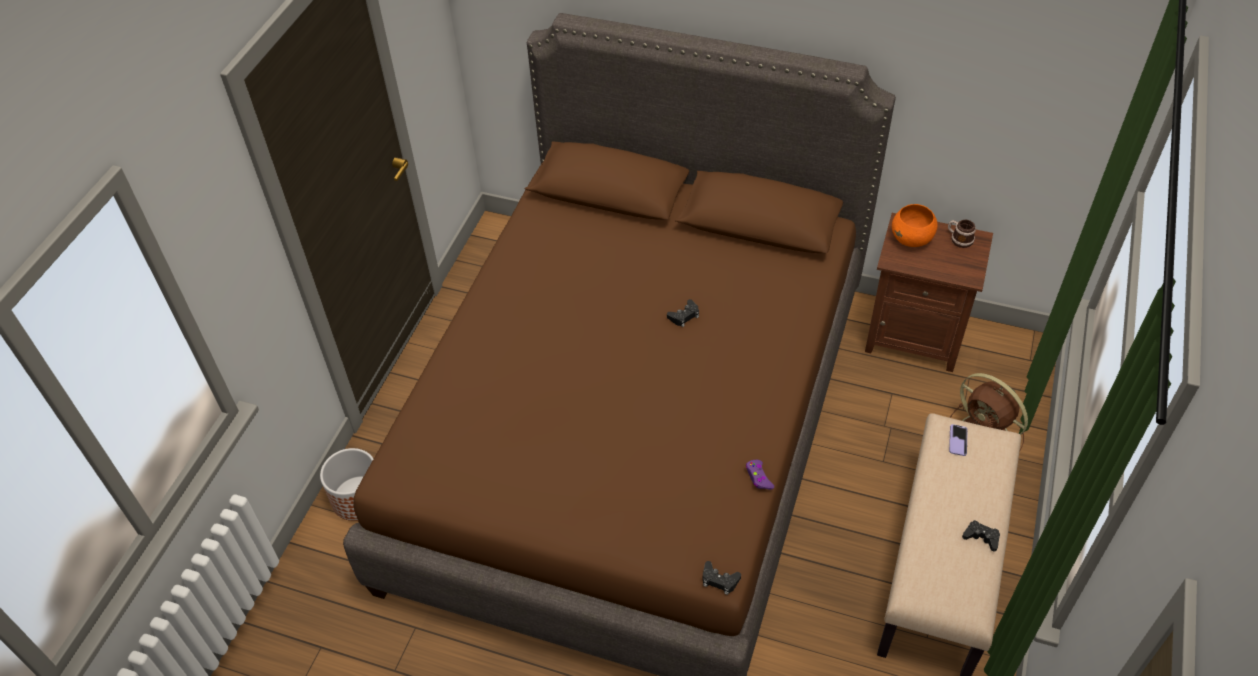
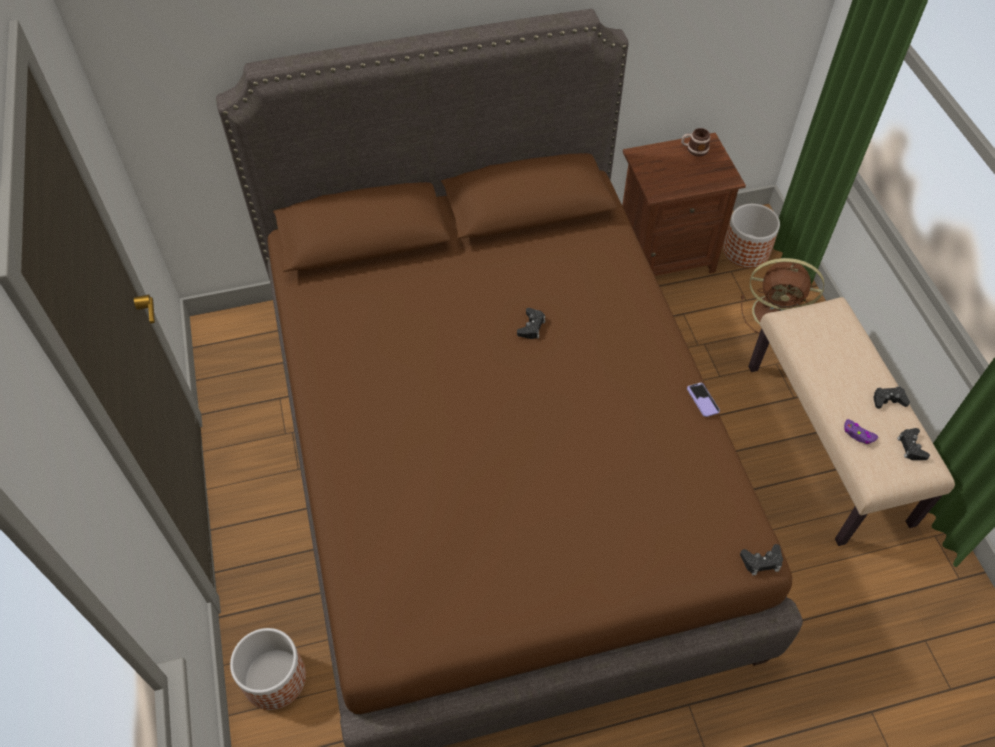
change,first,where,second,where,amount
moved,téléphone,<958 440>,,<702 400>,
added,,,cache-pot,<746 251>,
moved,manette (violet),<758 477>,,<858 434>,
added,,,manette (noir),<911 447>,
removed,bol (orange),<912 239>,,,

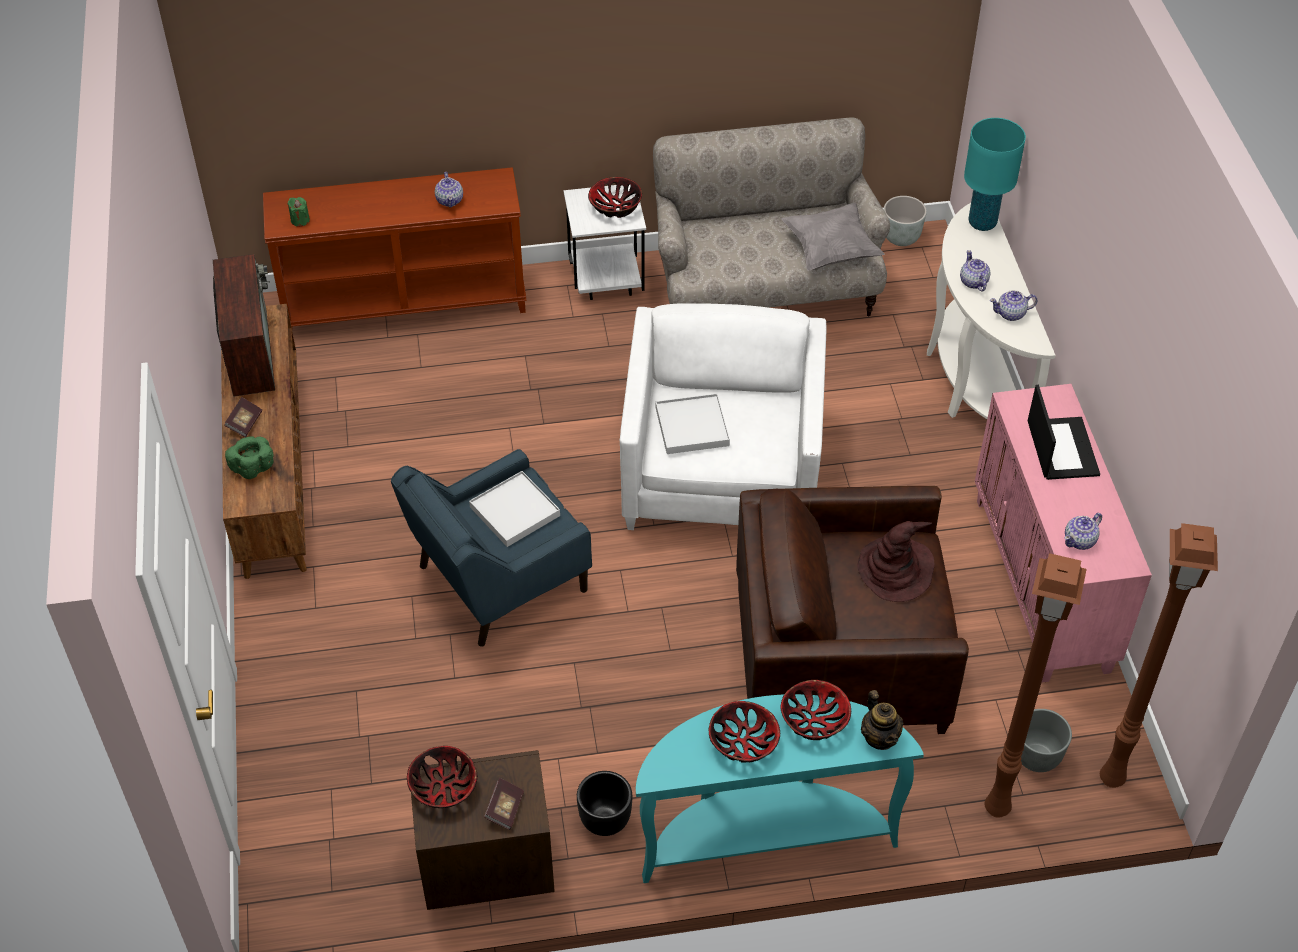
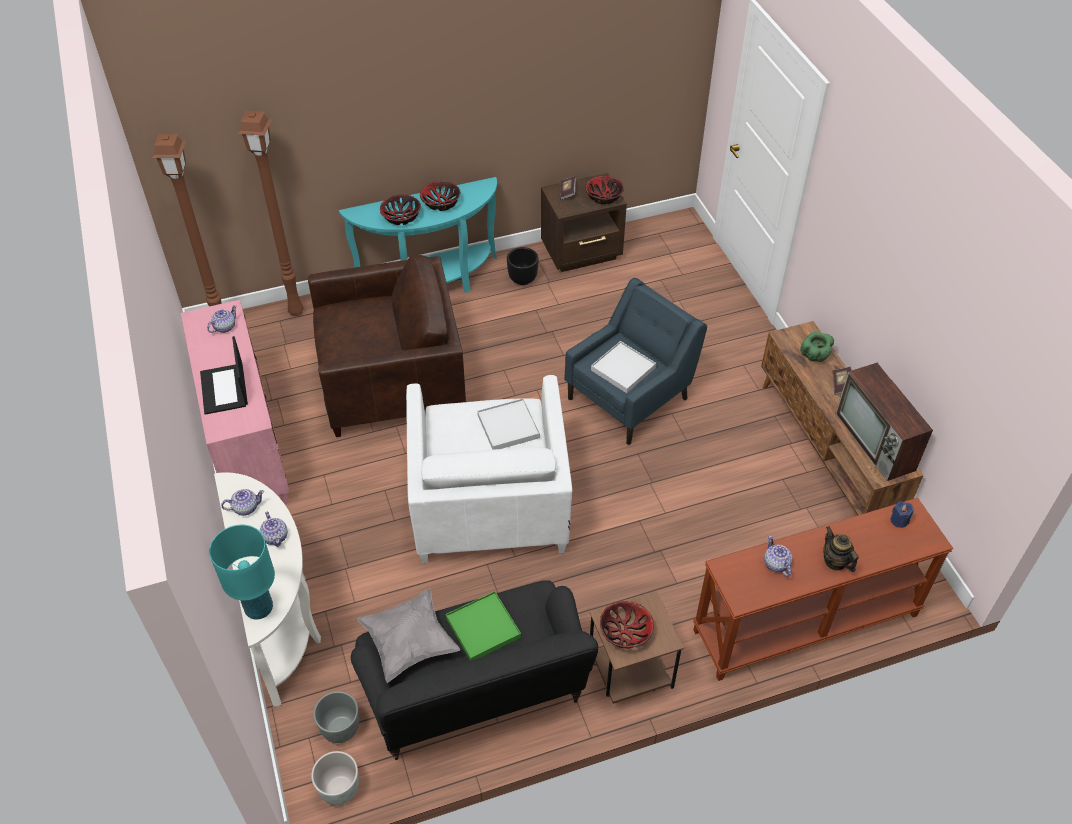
change,first,where,second,where,amount
moved,cache-pot (gris),<1037 758>,,<340 728>,
recoloured,canapé (beige),<765 289>,canapé (noir),<475 693>,
added,,,plateau (vert),<483 628>,
recoloured,table d'appoint (blanc),<606 282>,table d'appoint (marron),<629 678>,
moved,théière,<880 737>,,<835 561>,
recoloured,bougie (vert),<300 220>,bougie (bleu),<899 520>,
removed,chapeau (marron),<895 570>,,,

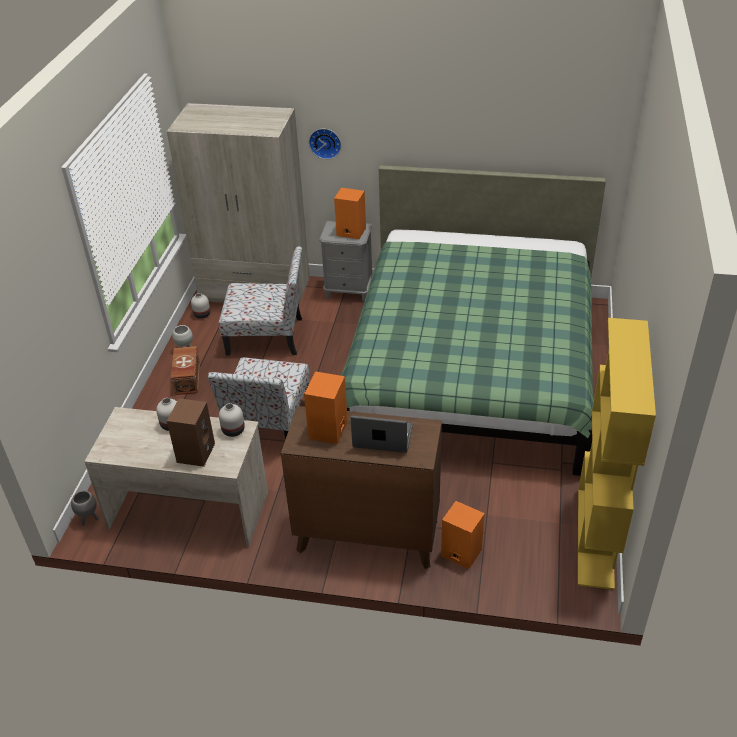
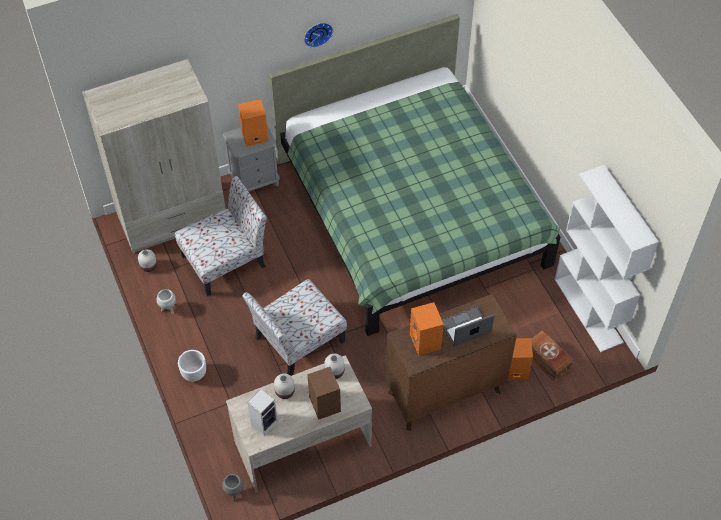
change,first,where,second,where,amount
added,,,cache-pot (blanc),<194 374>,
turned,chaise,<267 423>,,<297 341>,75 degrees clockwise
added,,,enceinte,<264 422>,
moved,horloge murale,<325 142>,,<317 33>,
moved,boîte de rangement (marron),<186 379>,,<547 362>,
recoloured,bibliothèque (jaune),<596 537>,bibliothèque (blanc),<589 311>,

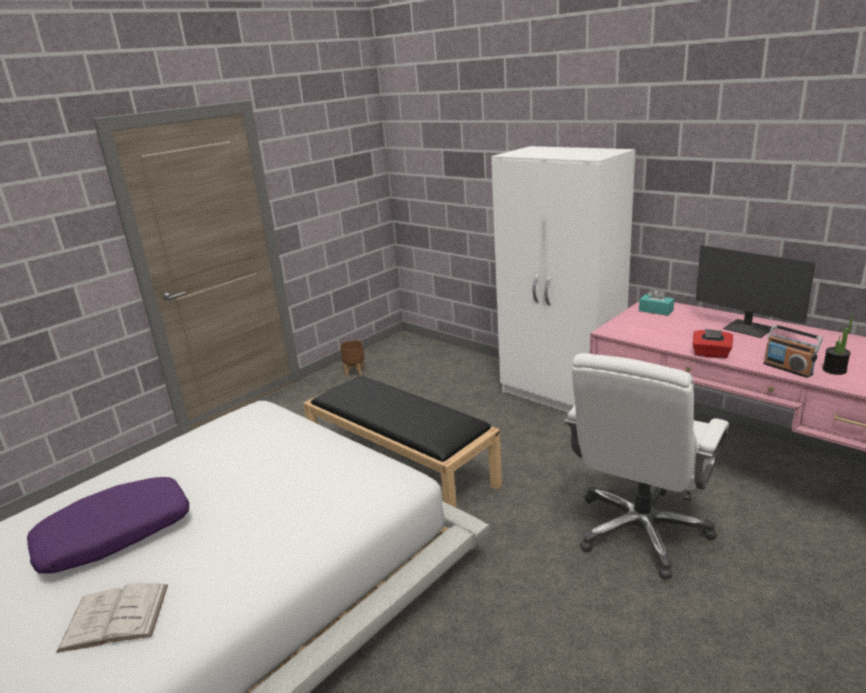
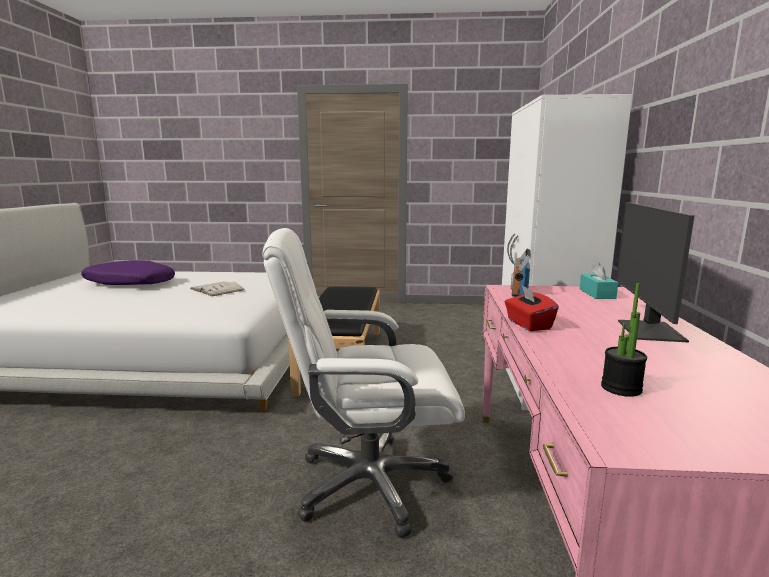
change,first,where,second,where,amount
moved,livre (blanc),<115 617>,,<217 289>,
moved,radio,<788 368>,,<519 291>,
removed,cache-pot (marron),<355 372>,,,

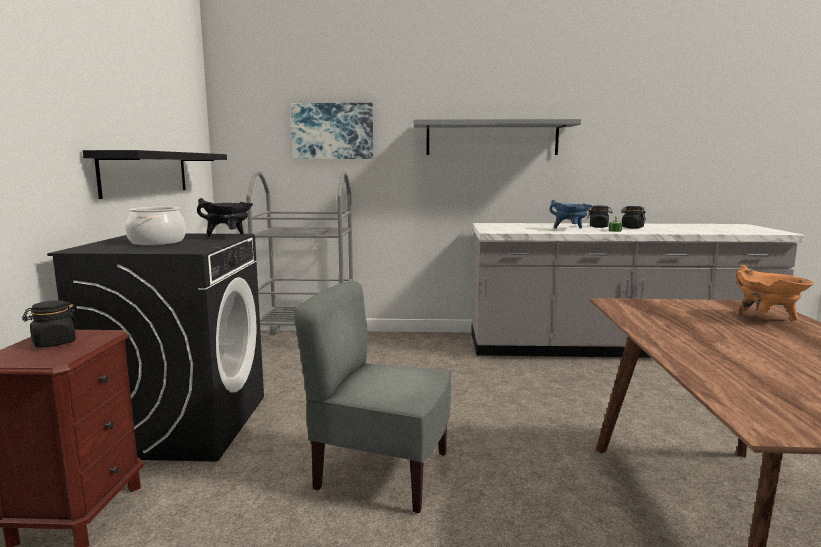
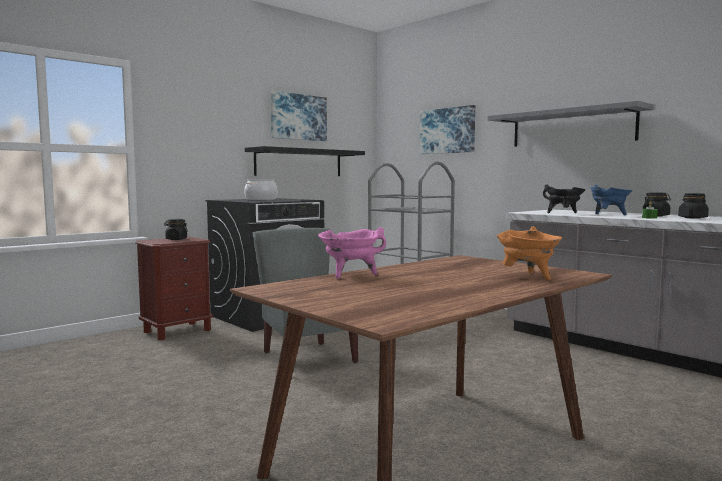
change,first,where,second,where,amount
added,,,tableau,<298 117>,
added,,,marmite (rose),<350 275>,
moved,marmite (noir),<228 236>,,<563 213>,

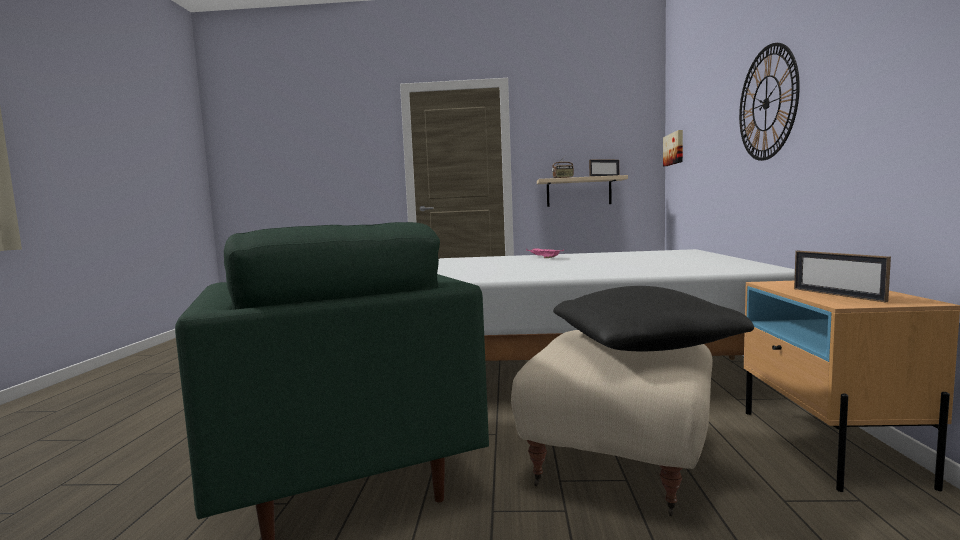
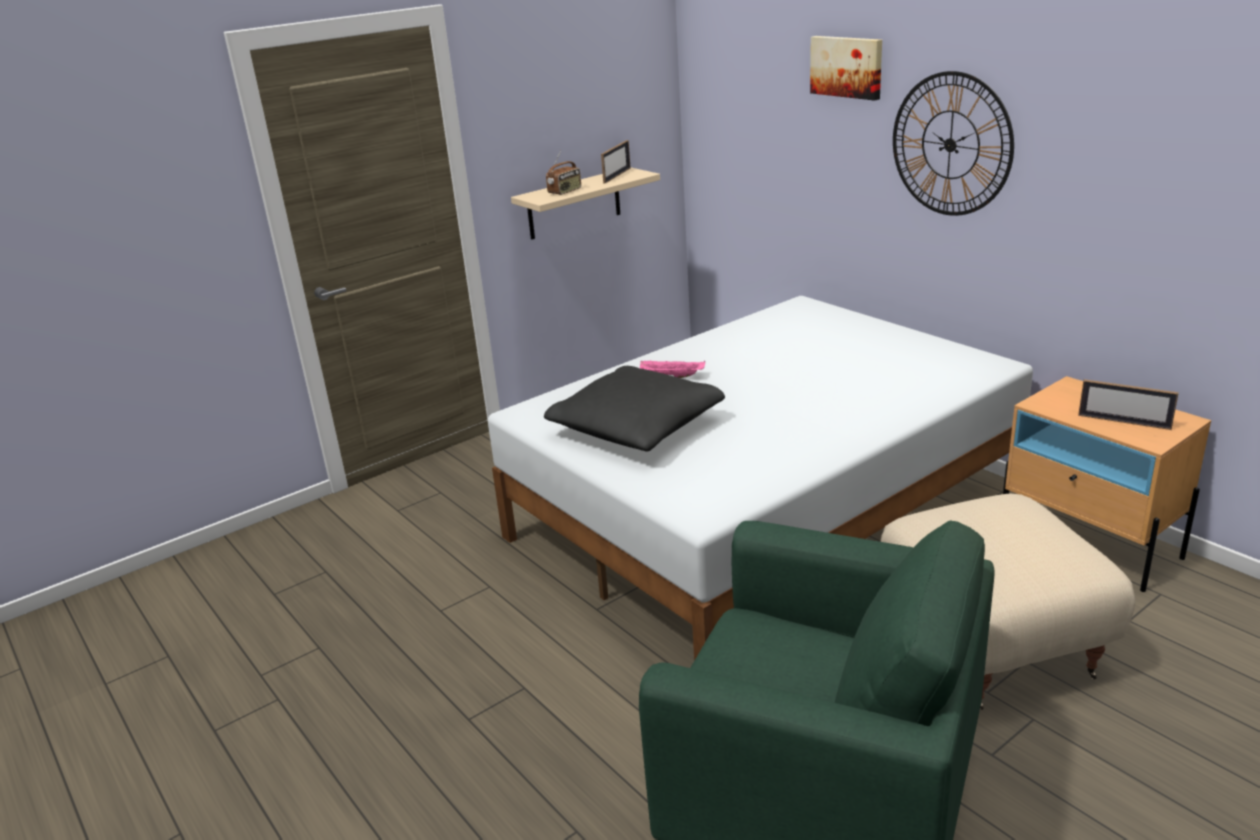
change,first,where,second,where,amount
moved,coussin (noir),<642 344>,,<637 428>,
moved,tableau,<674 148>,,<847 66>,

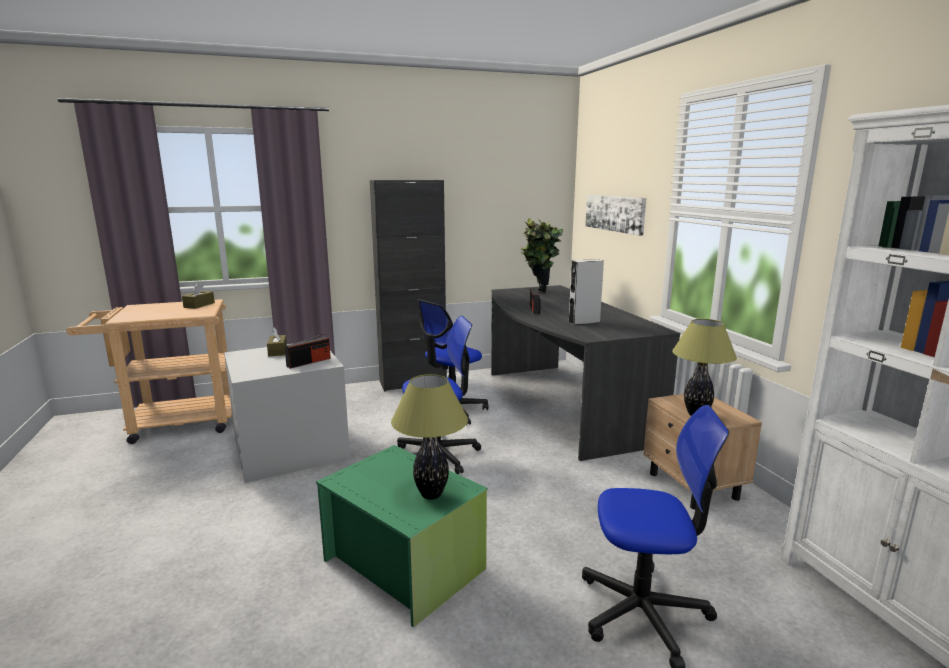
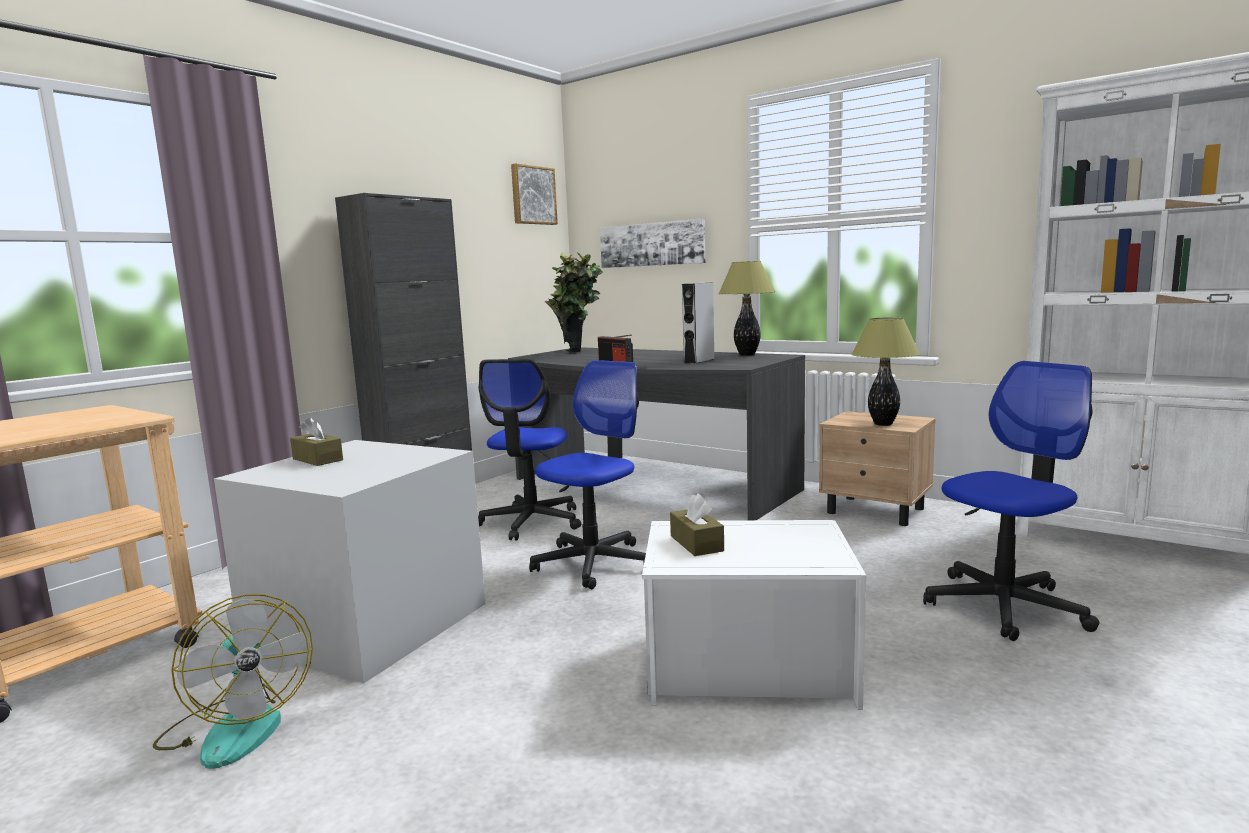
change,first,where,second,where,amount
added,,,ventilateur,<236 727>,
added,,,tableau,<532 195>,
recoloured,boîte de rangement (vert),<405 563>,boîte de rangement (blanc),<747 665>,
moved,boîte à mouchoirs (marron),<199 305>,,<696 543>,
moved,lampe de table,<431 494>,,<746 355>,
removed,radio,<309 362>,,,

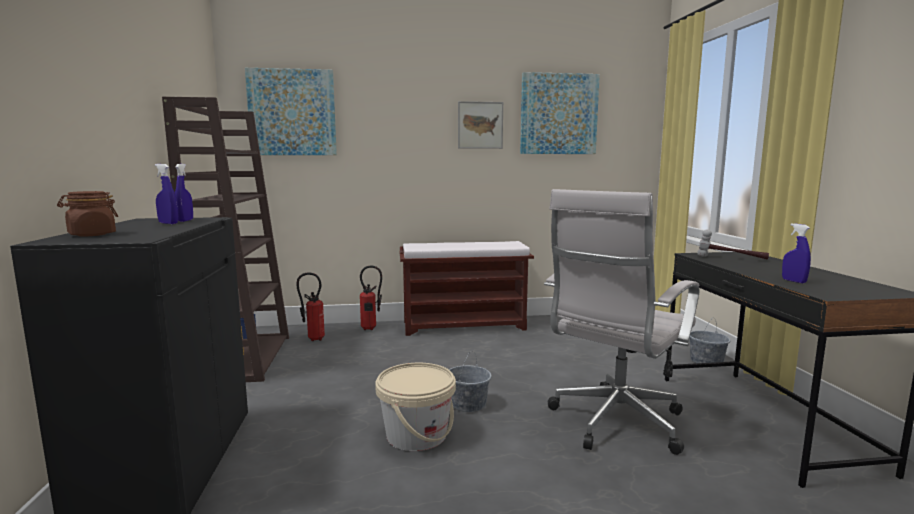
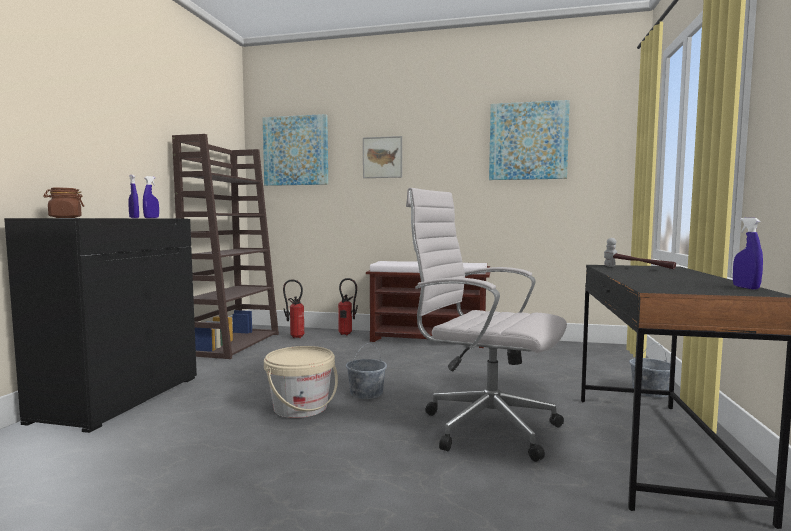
change,first,where,second,where,amount
moved,tableau,<480 125>,,<382 157>,
turned,chaise de bureau (blanc),<614 424>,,<483 426>,60 degrees clockwise
moved,vaporisateur (bleu),<793 281>,,<745 287>,

